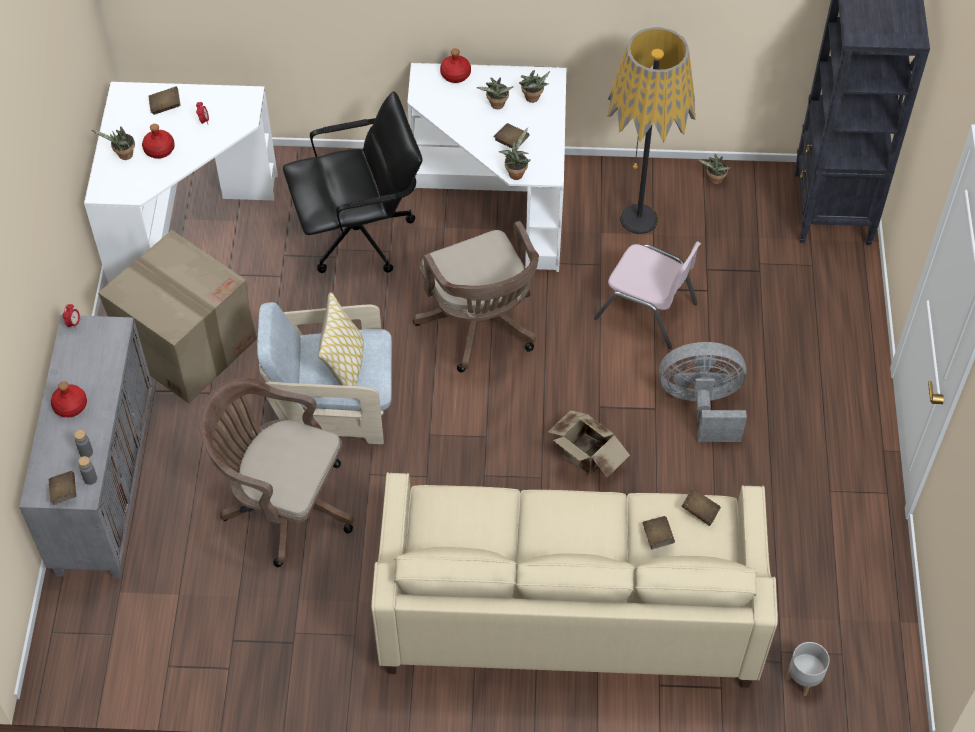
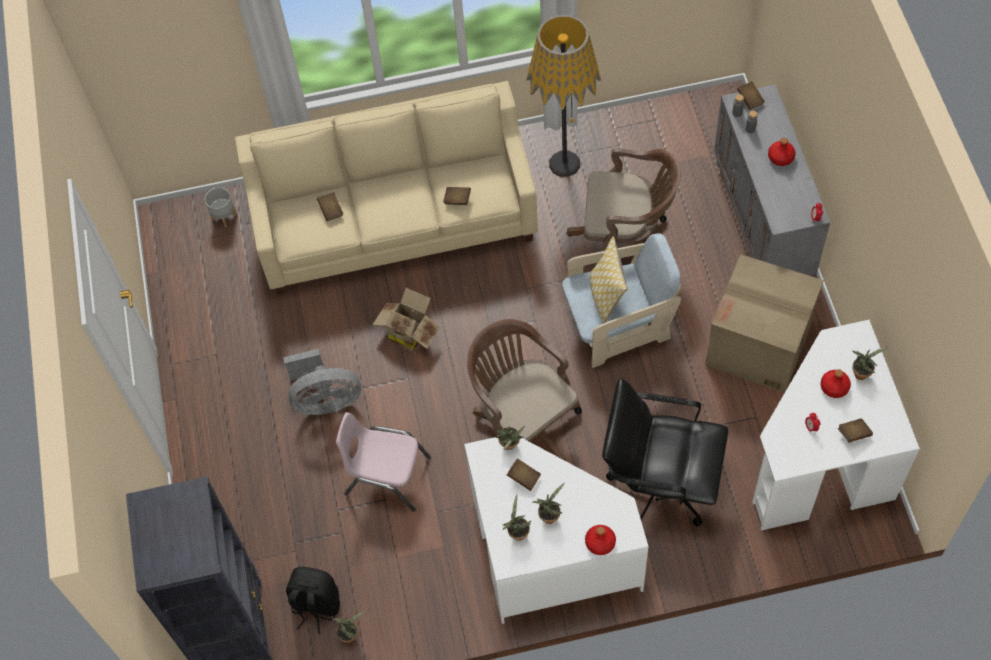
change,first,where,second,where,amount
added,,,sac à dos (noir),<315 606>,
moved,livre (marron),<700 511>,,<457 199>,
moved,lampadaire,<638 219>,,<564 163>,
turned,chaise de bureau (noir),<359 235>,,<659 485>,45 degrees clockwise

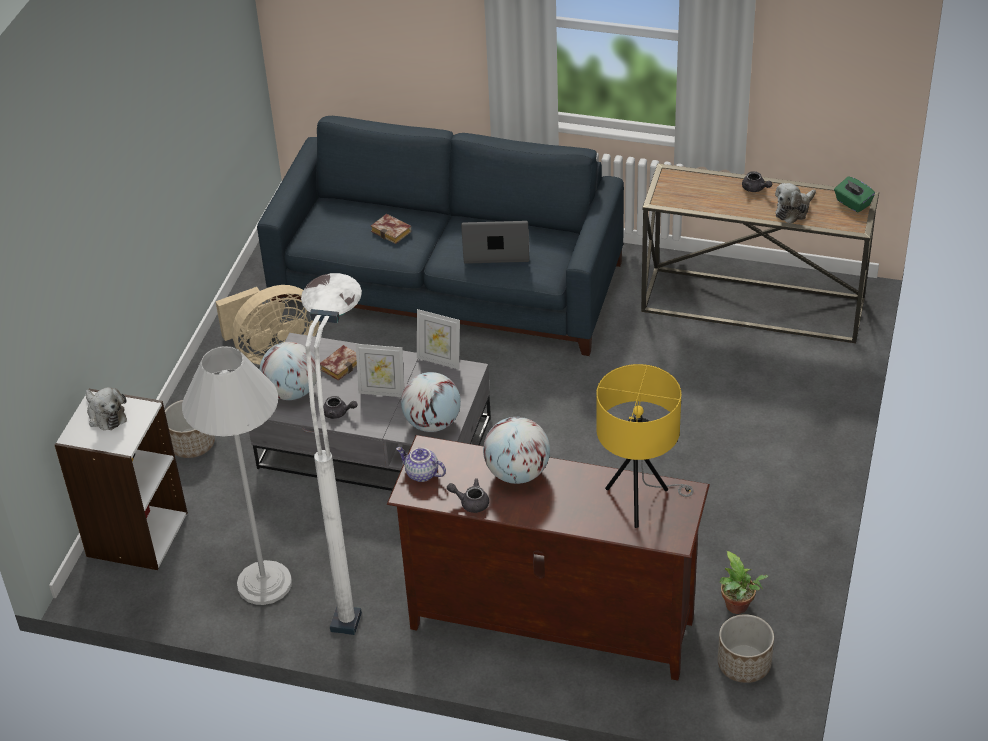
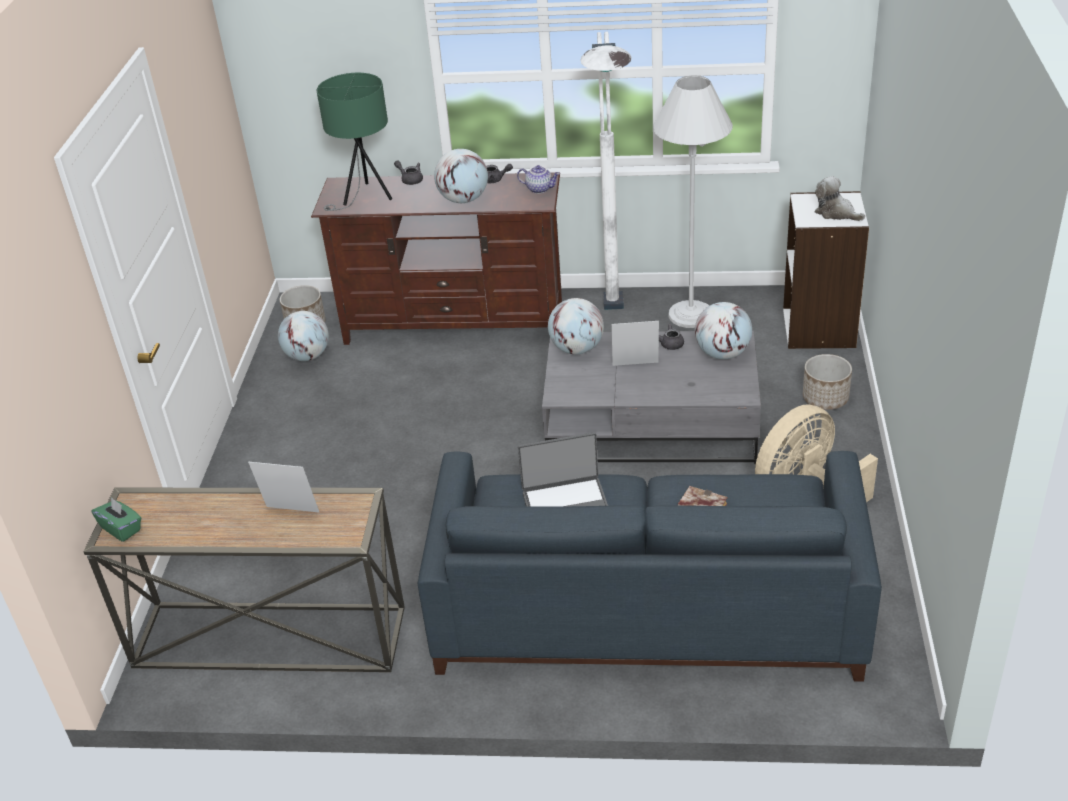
change,first,where,second,where,amount
moved,cadre photo,<439 360>,,<290 513>,
replaced,plante en pot,<738 608>,globe,<307 356>,
recoloured,lampe de table (jaune),<640 502>,lampe de table (vert),<364 198>,
moved,théière (gris),<755 189>,,<410 179>,
removed,livre,<341 364>,,,
removed,peluche,<793 210>,,,

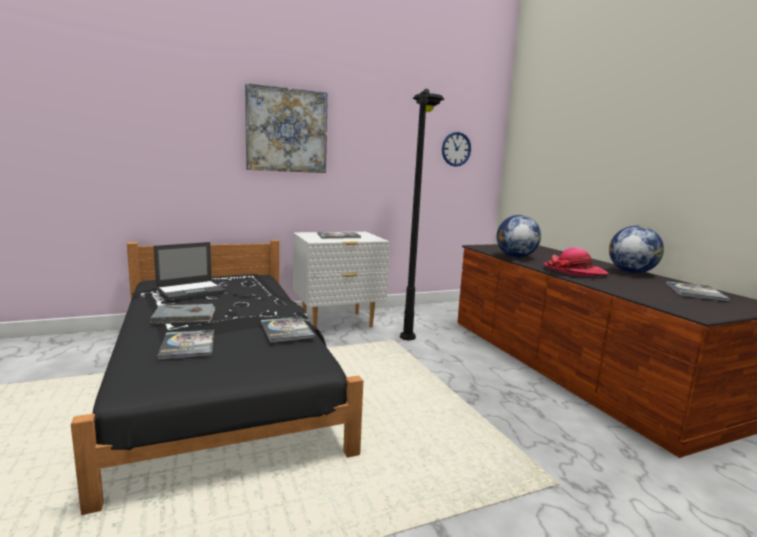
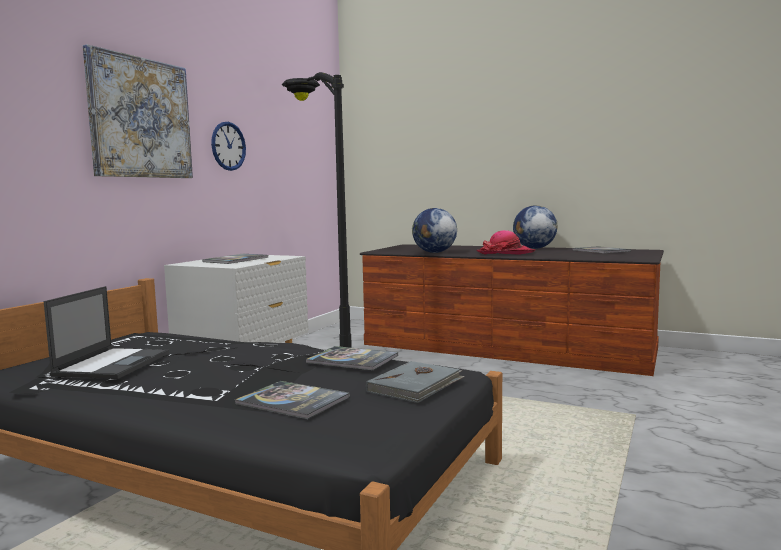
change,first,where,second,where,amount
moved,horloge murale,<456 149>,,<228 146>,
moved,livre (gris),<184 317>,,<416 385>,

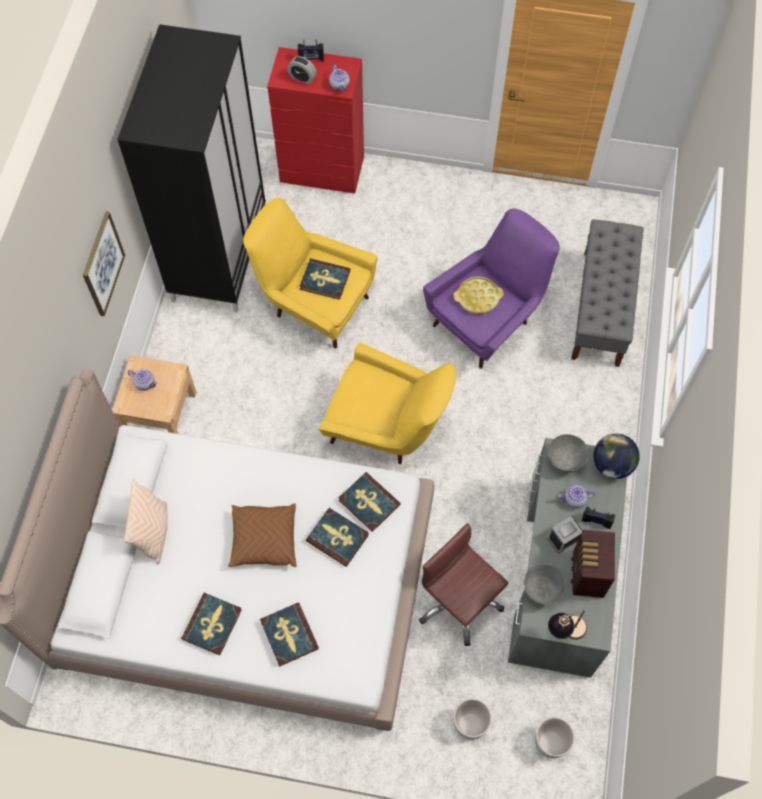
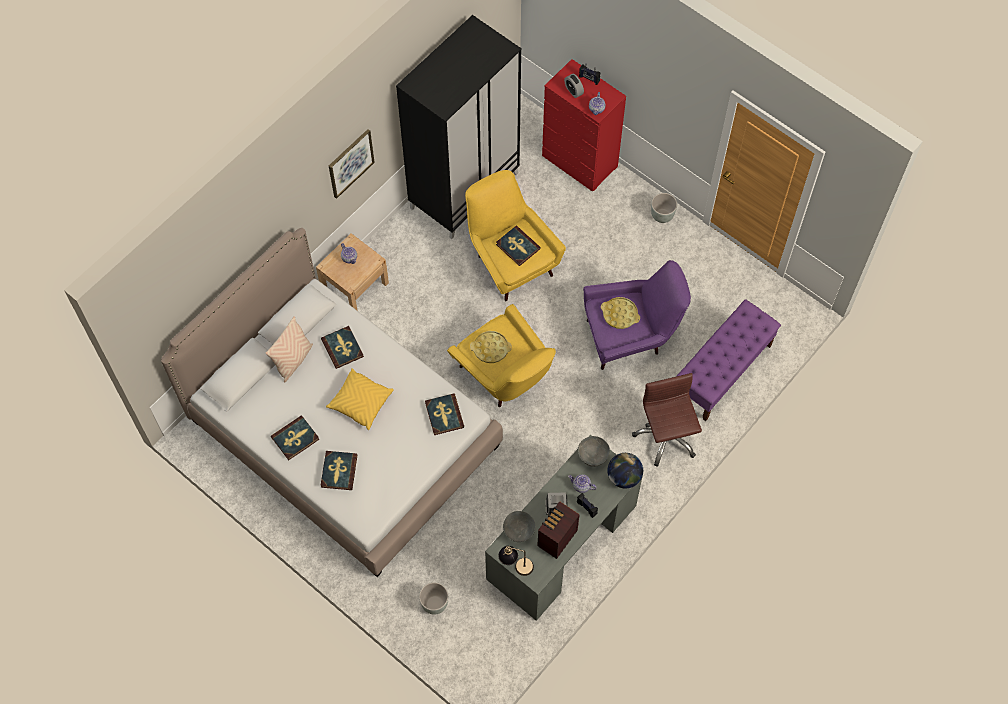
change,first,where,second,where,amount
moved,livre,<337 538>,,<342 348>,
recoloured,coussin (marron),<264 539>,coussin (jaune),<360 402>,
added,,,plateau (jaune),<490 348>,
moved,chaise de bureau (marron),<458 603>,,<666 436>,
moved,cache-pot (gris),<550 743>,,<661 216>,
recoloured,banc (gris),<601 308>,banc (violet),<722 371>,

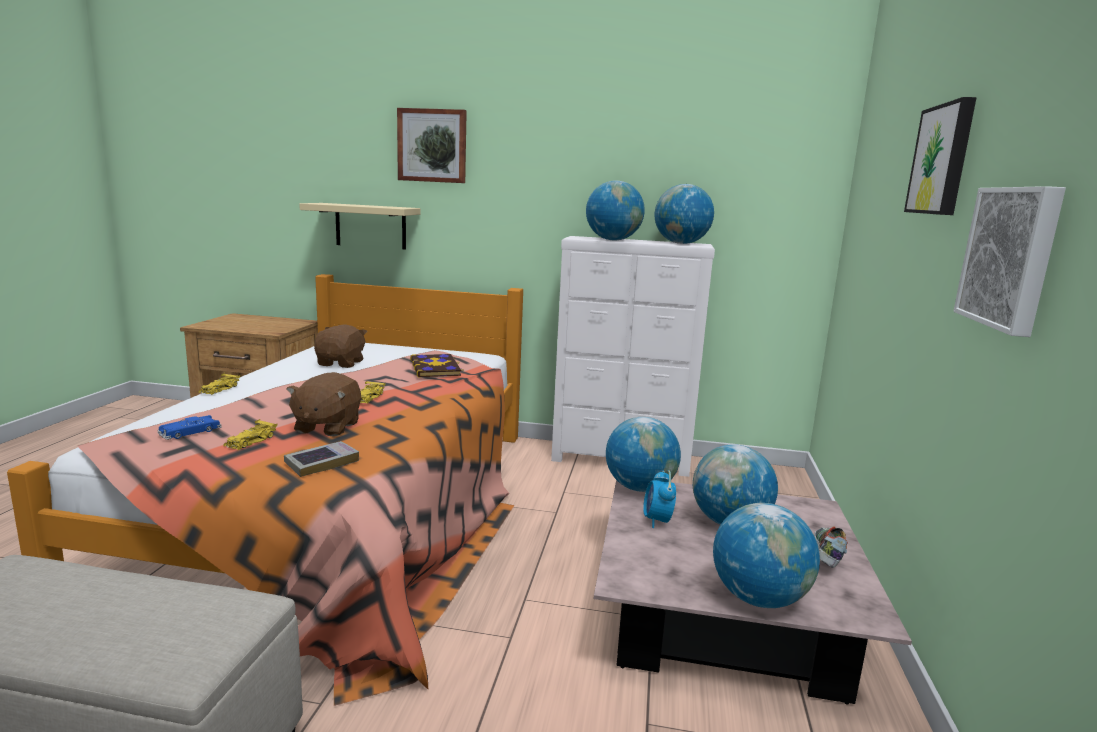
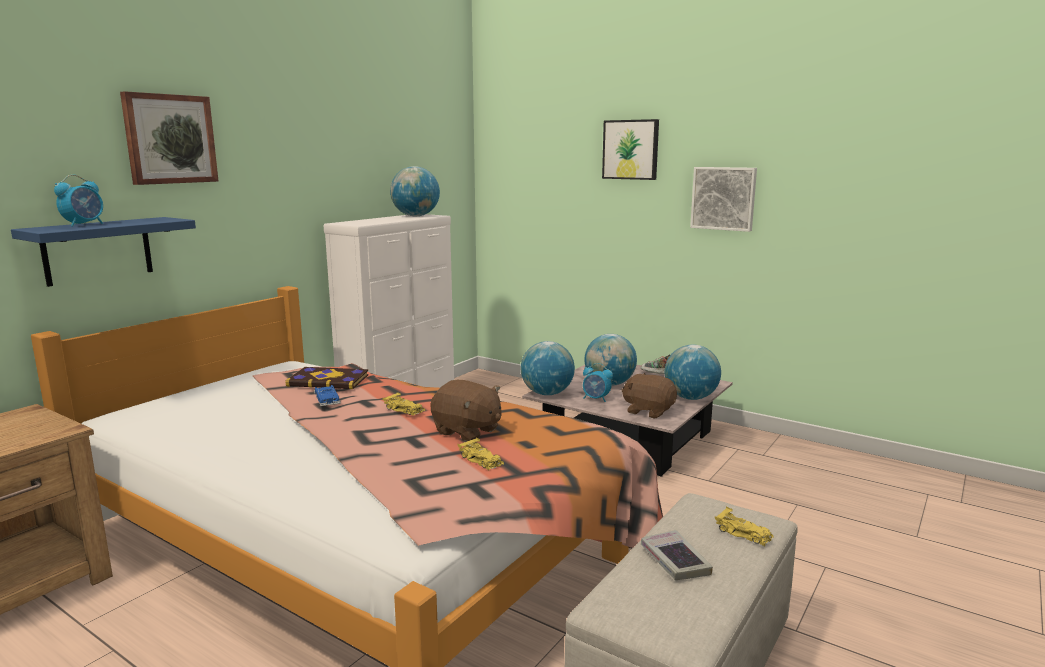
change,first,where,second,where,amount
recoloured,étagère (beige),<370 226>,étagère (bleu),<98 250>,
added,,,réveil,<84 224>,
moved,petite voiture (bleu),<190 432>,,<327 399>,
moved,peluche (marron),<341 363>,,<648 411>,
moved,livre,<322 463>,,<674 561>,
moved,petite voiture (jaune),<219 389>,,<744 533>,
removed,globe,<613 240>,,,

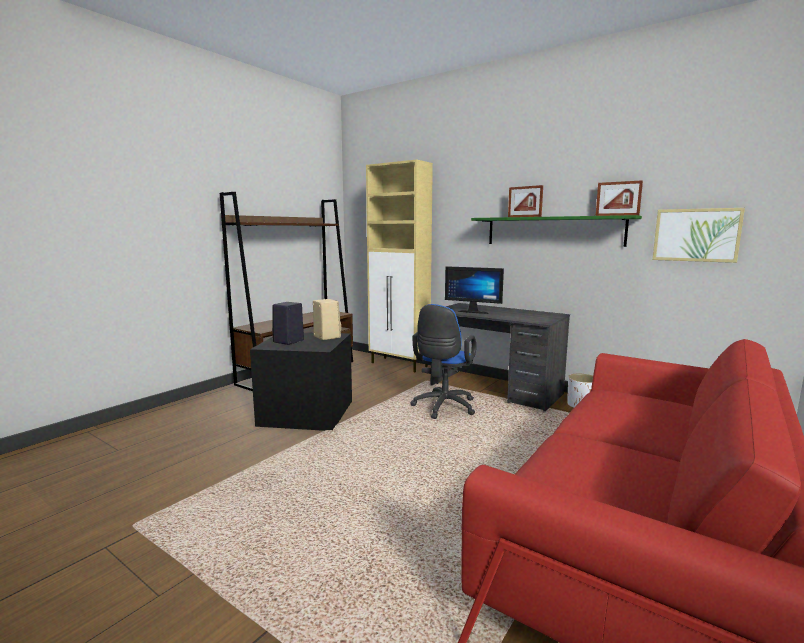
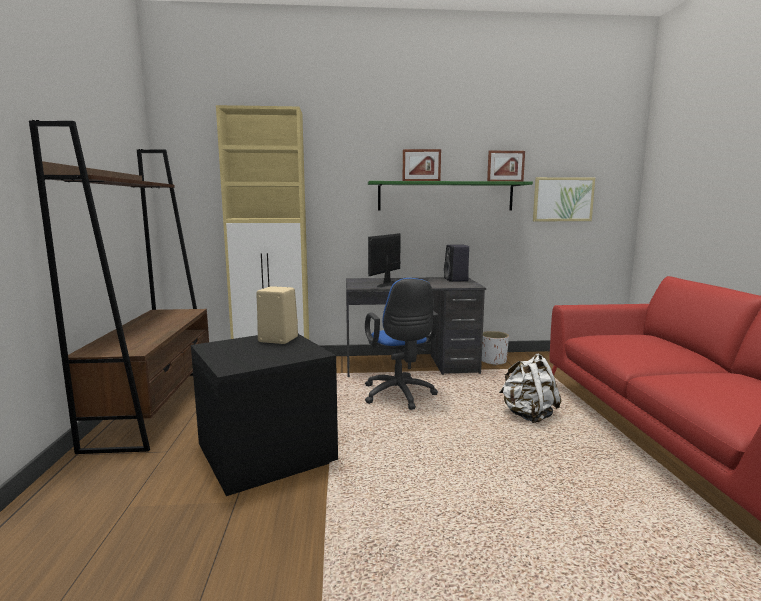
change,first,where,second,where,amount
turned,écran d'ordinateur,<474 311>,,<390 284>,135 degrees clockwise
moved,enceinte (noir),<288 341>,,<456 280>,
added,,,sac à dos (blanc),<528 415>,

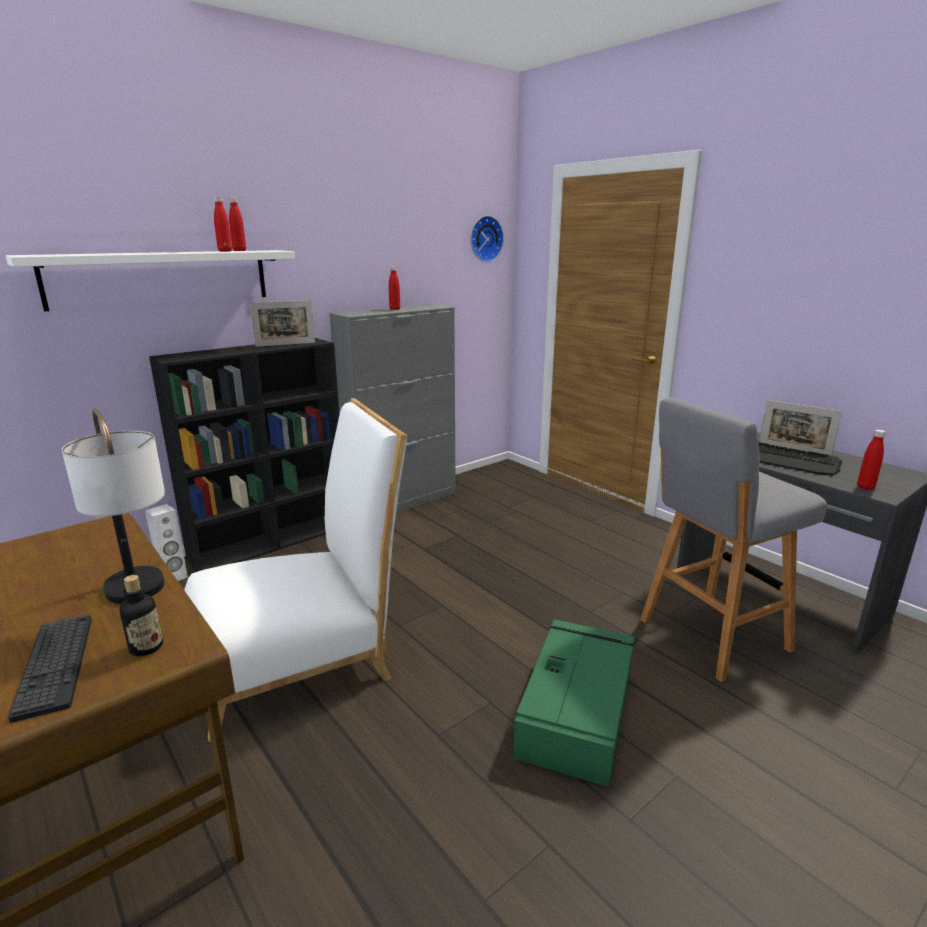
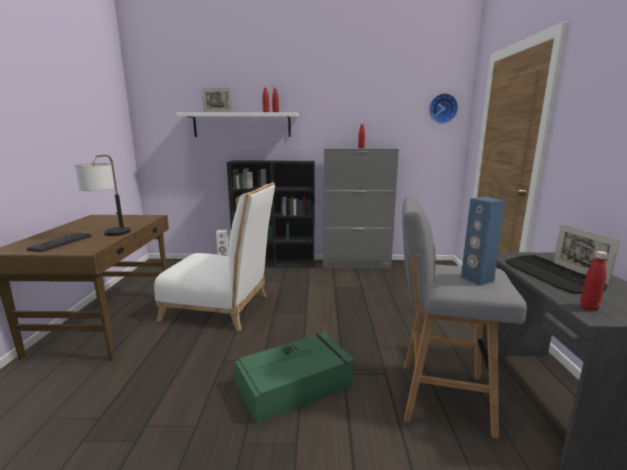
change,first,where,second,where,amount
moved,cadre photo,<285 344>,,<217 112>,
added,,,enceinte (bleu),<476 279>,
removed,bouteille,<146 647>,,,

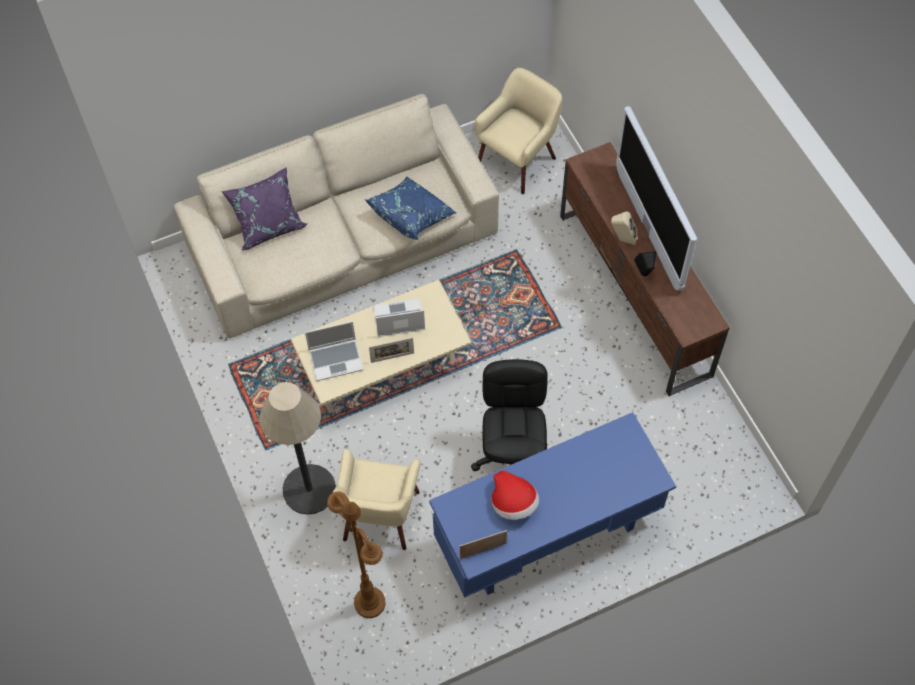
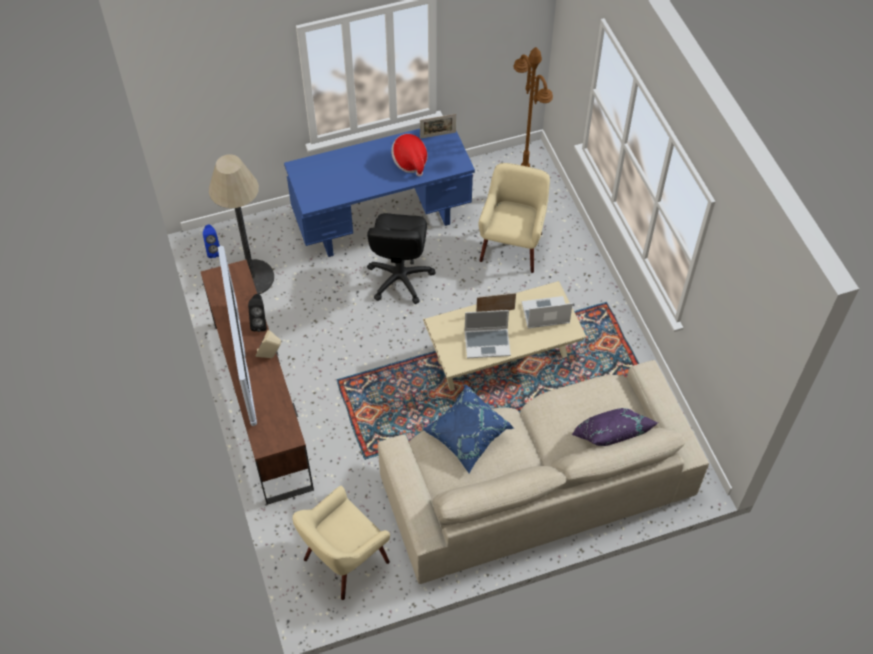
change,first,where,second,where,amount
added,,,enceinte (bleu),<213 250>,
moved,lampadaire,<309 489>,,<252 278>,

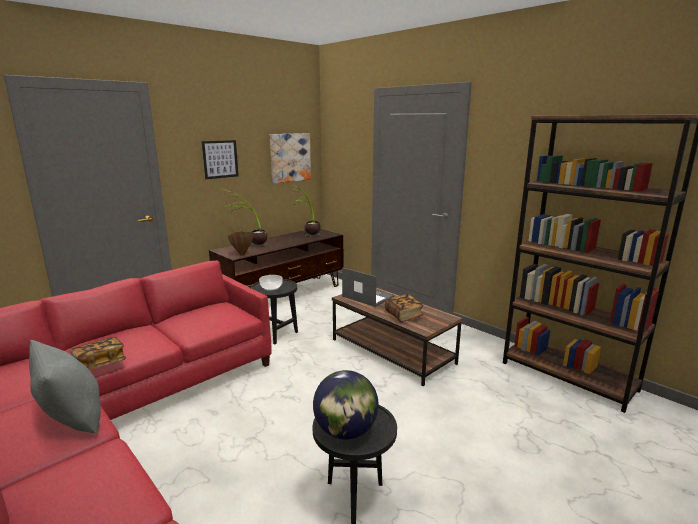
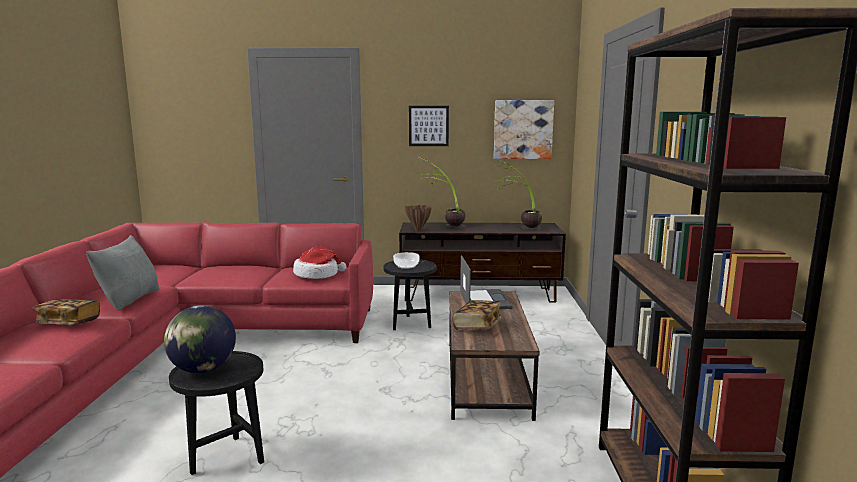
change,first,where,second,where,amount
moved,livre,<100 363>,,<68 323>,
added,,,chapeau,<317 274>,

